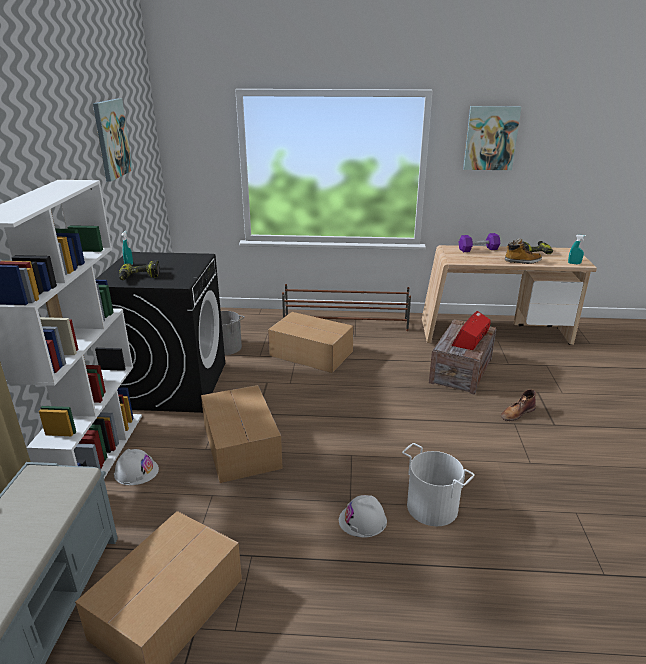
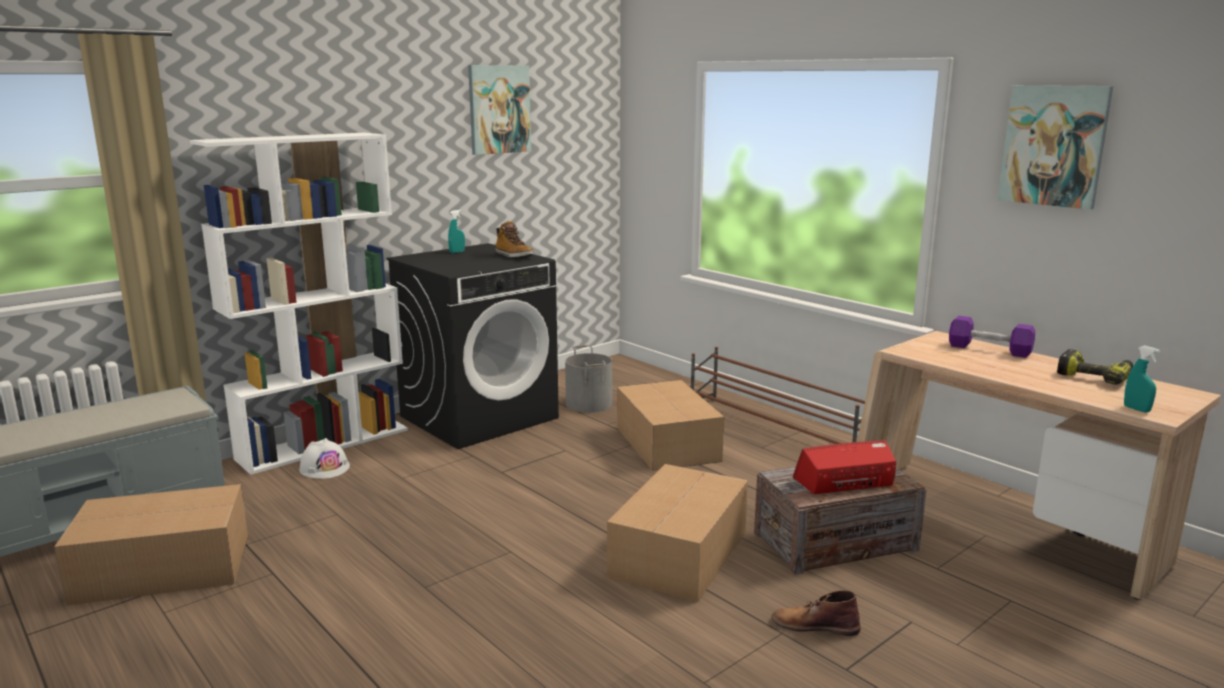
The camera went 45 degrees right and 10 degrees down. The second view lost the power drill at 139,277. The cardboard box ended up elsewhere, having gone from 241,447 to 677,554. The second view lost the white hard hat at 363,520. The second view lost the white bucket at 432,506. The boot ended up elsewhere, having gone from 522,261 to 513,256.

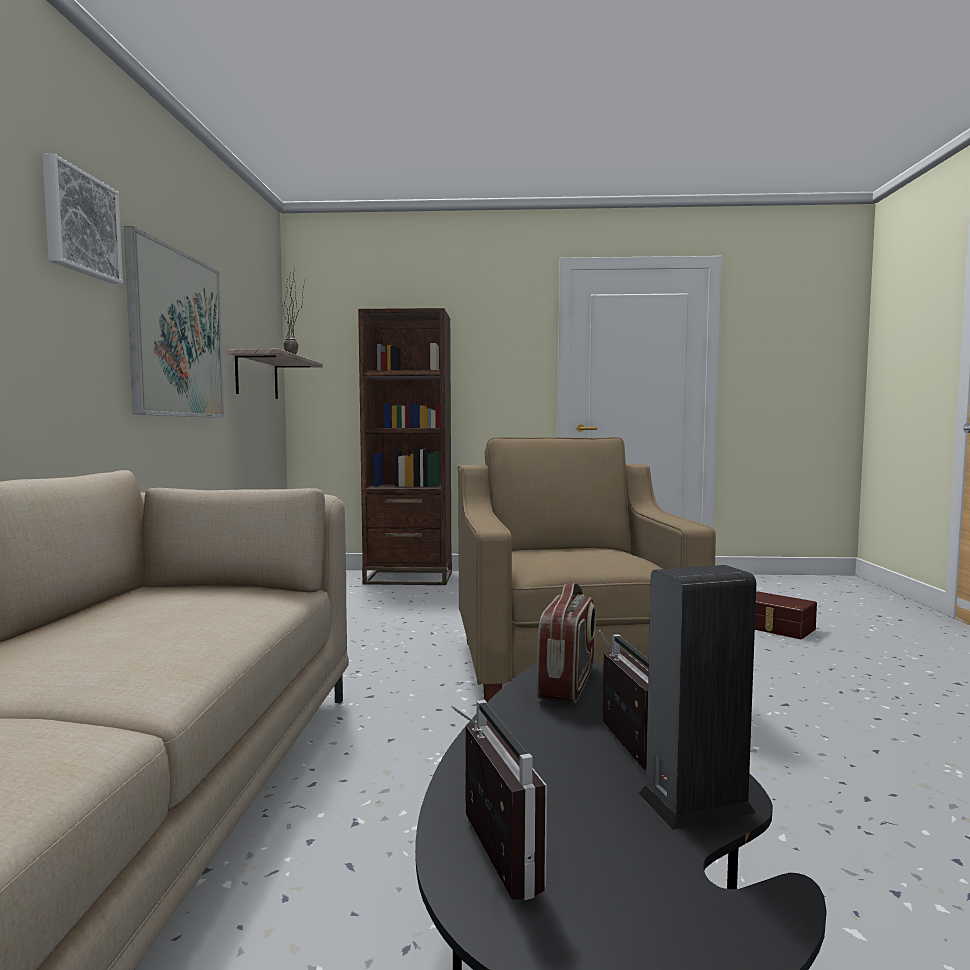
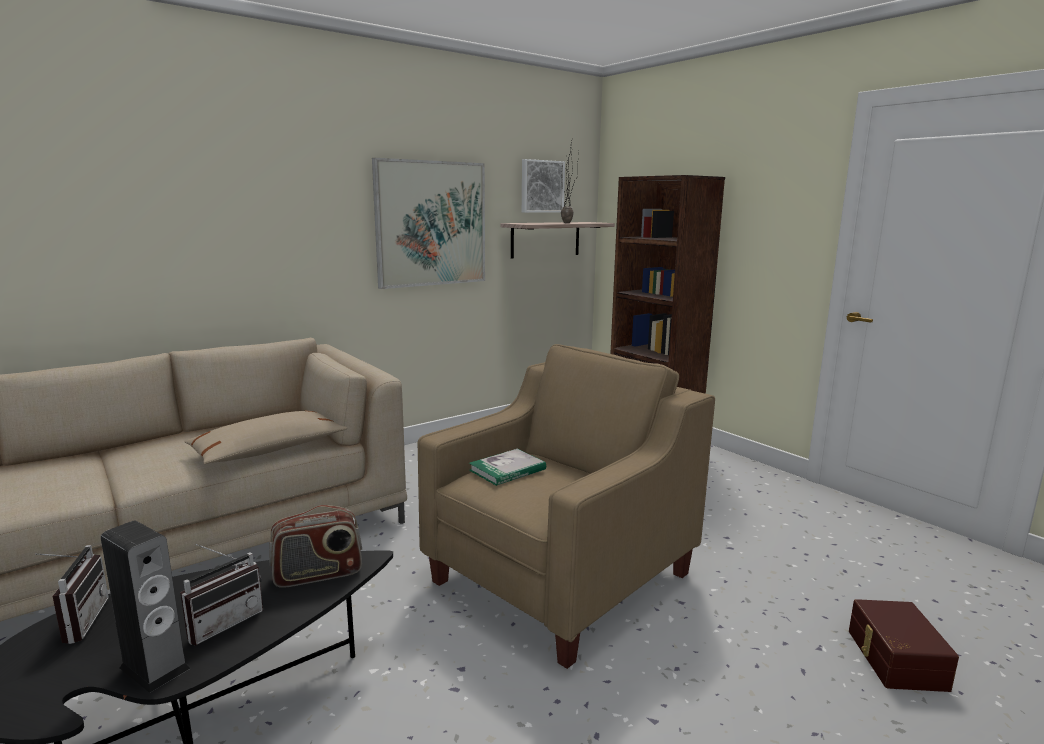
The camera went 50 degrees right and 10 degrees up. The picture ended up elsewhere, having gone from 80,224 to 541,186. The radio at 484,855 ended up facing another way, 45 degrees counterclockwise from before. The second view gained the beige pillow at 268,450. The second view gained the book at 507,470.

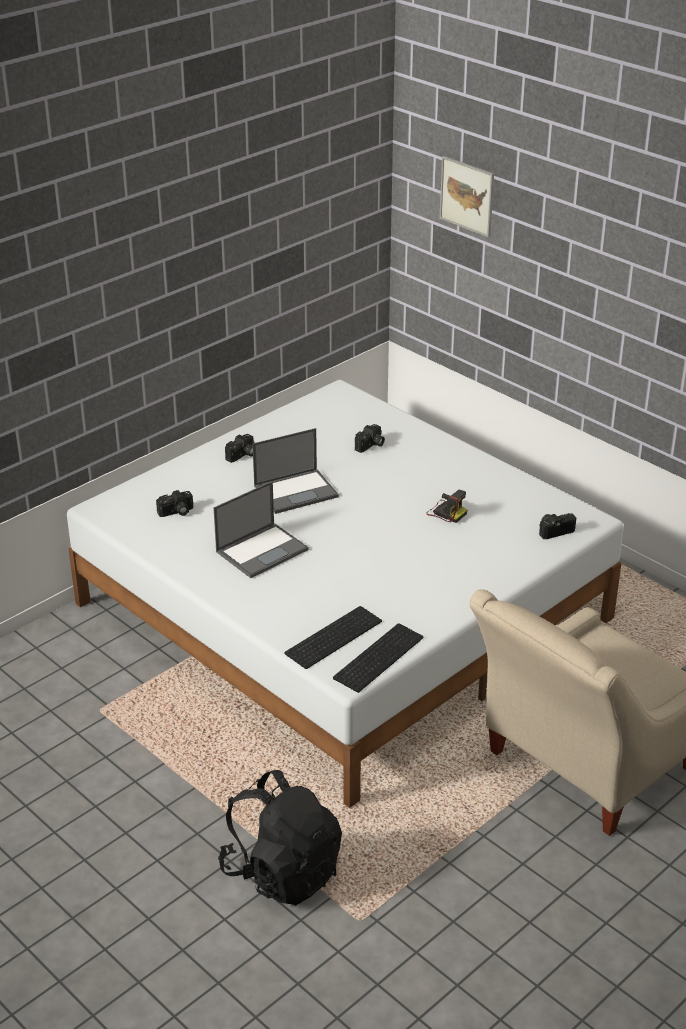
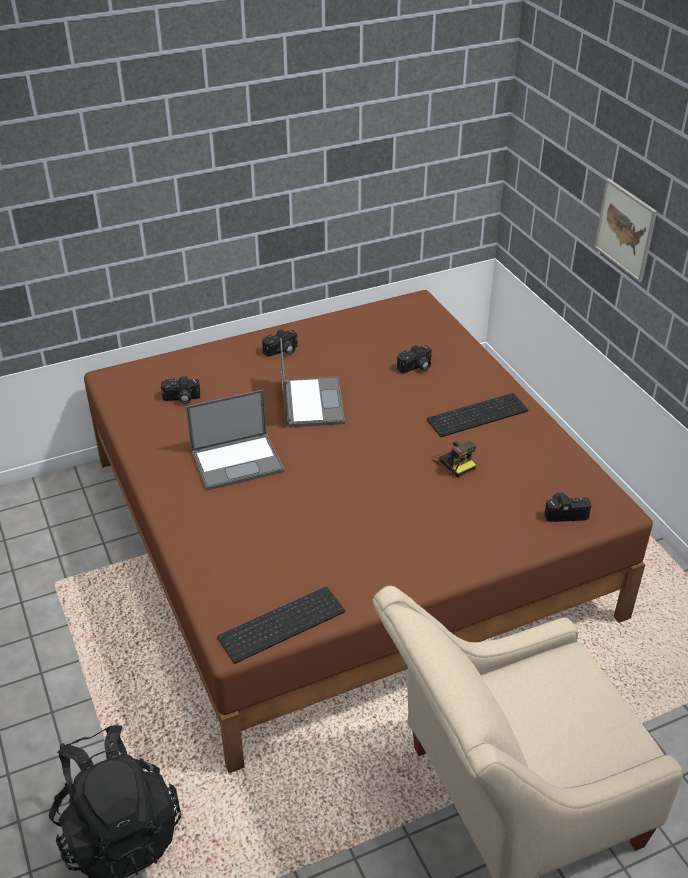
The camera went 20 degrees right and 5 degrees up. What was the white bed at 344,611 turned into the brown bed at 345,535. The laptop at 296,491 ended up facing another way, 90 degrees counterclockwise from before. The keyboard ended up elsewhere, having gone from 333,636 to 477,414. The picture ended up elsewhere, having gone from 467,196 to 625,229.

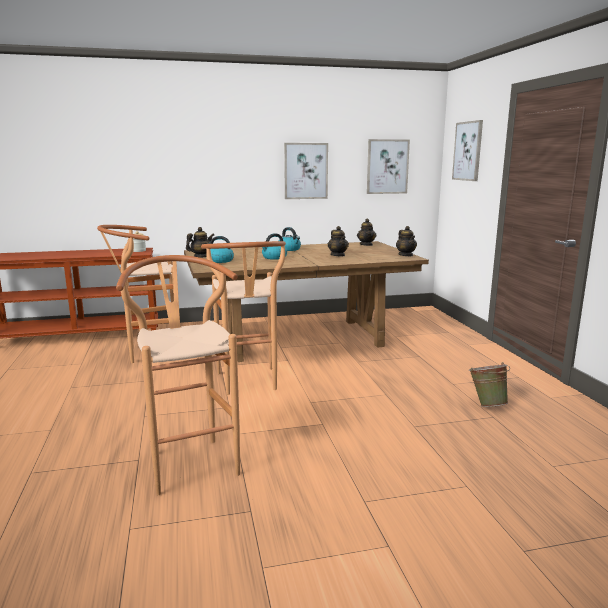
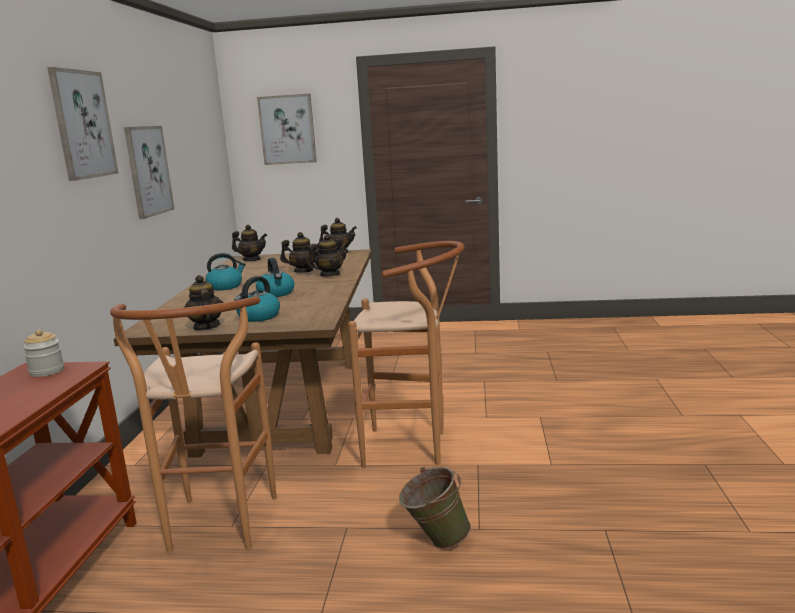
The camera went 70 degrees left and 0 degrees up. The second view lost the brown stool at 189,460. The picture ended up elsewhere, having gone from 387,166 to 82,124. The green bucket ended up elsewhere, having gone from 487,404 to 435,541. The second view gained the teapot at 329,275.

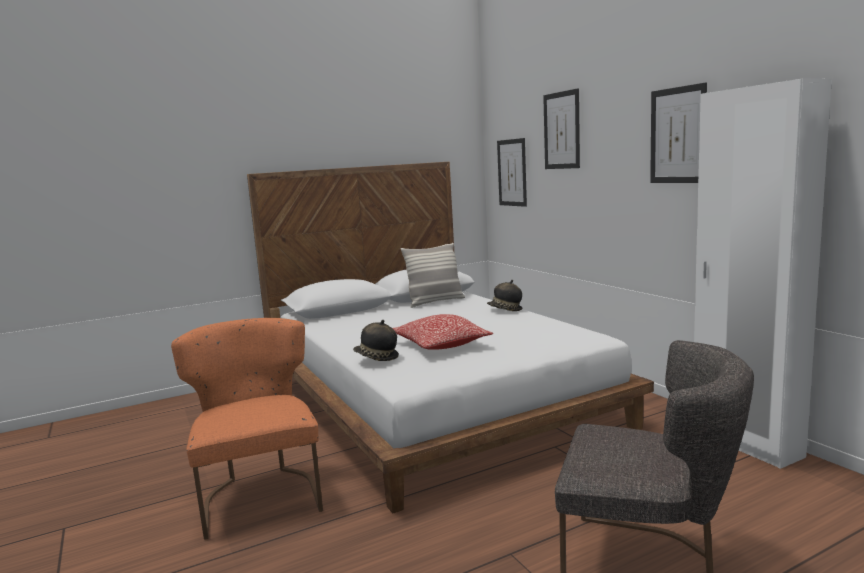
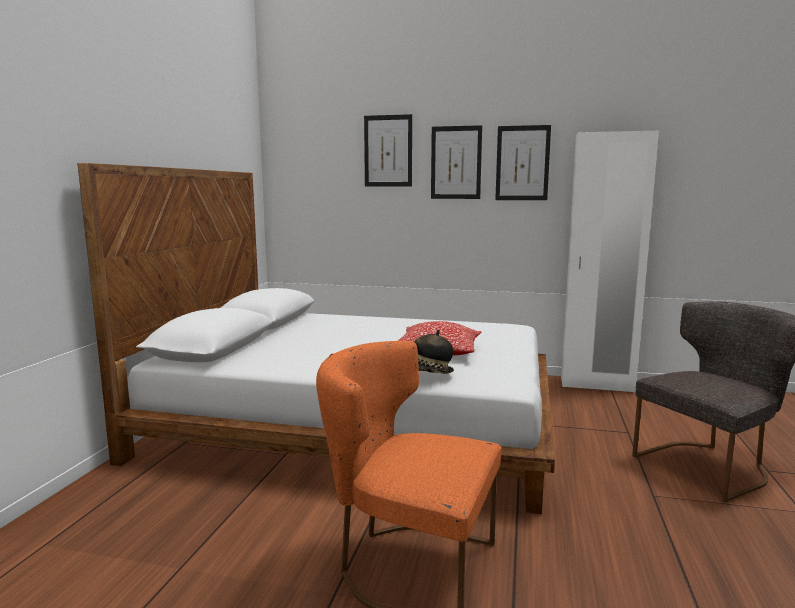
The camera went 50 degrees left and 0 degrees up. The second view lost the pillow at 435,302. The second view lost the hat at 505,310. The picture ended up elsewhere, having gone from 512,172 to 456,162.

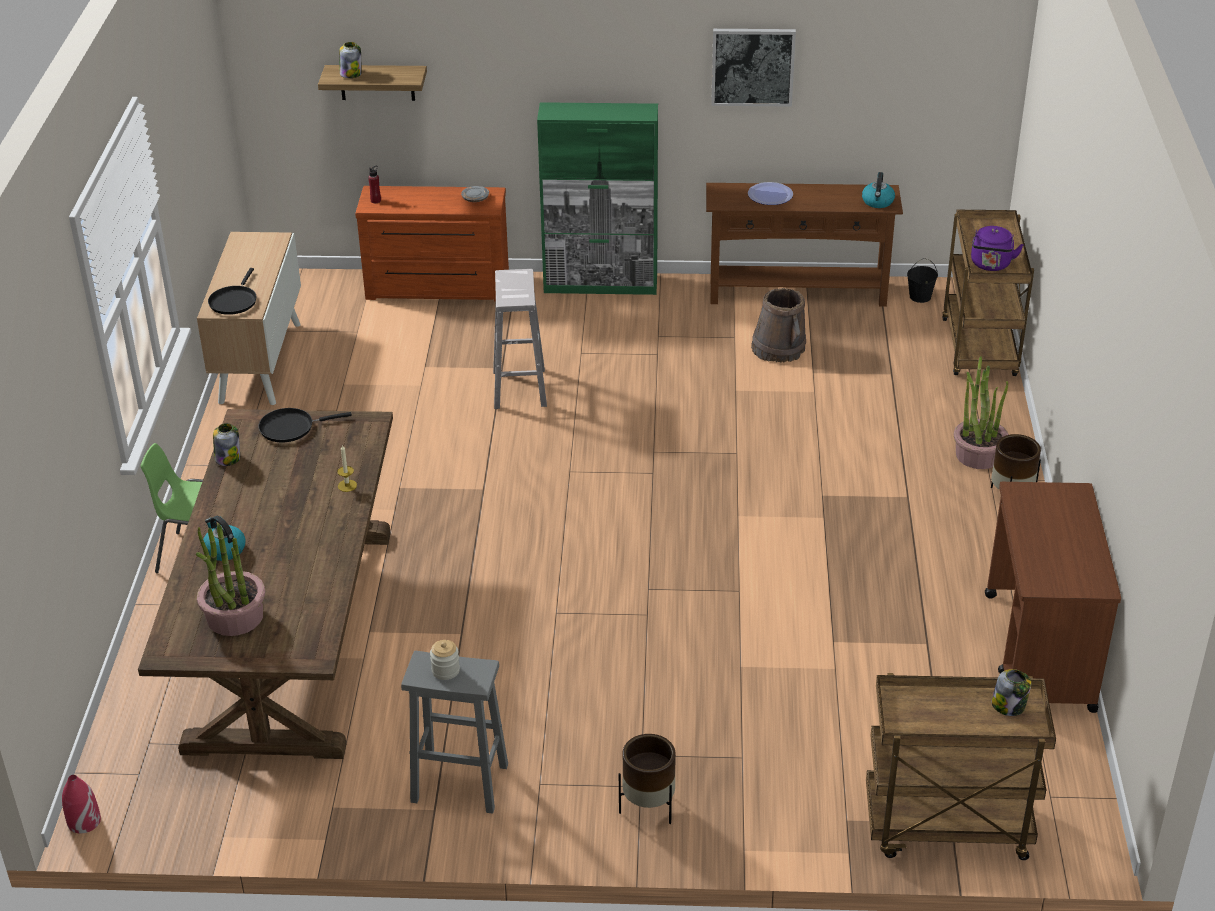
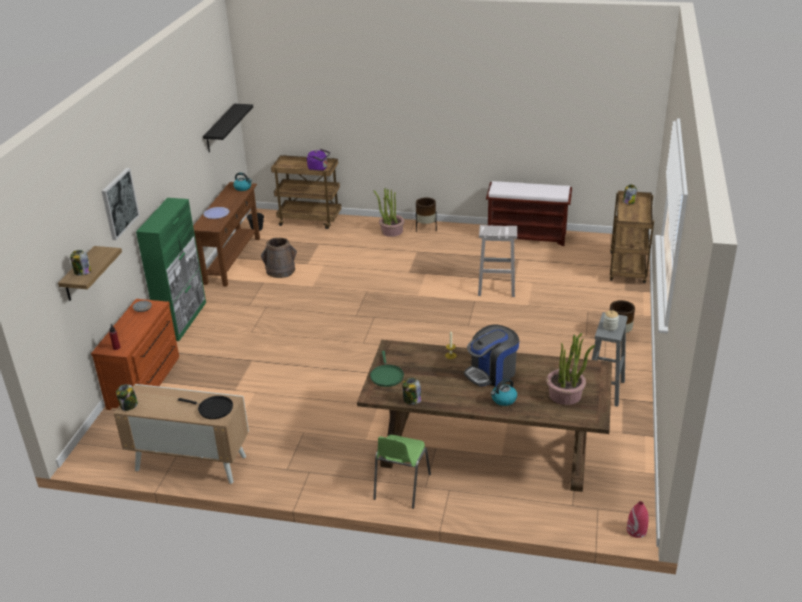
The camera went 80 degrees left and 5 degrees down. What was the black frying pan at 291,427 turned into the green frying pan at 386,376. The white stool ended up elsewhere, having gone from 519,387 to 495,289. The picture ended up elsewhere, having gone from 752,66 to 119,203. Where the brown cart stood at 1039,652, the brown bench came to stand at 527,236. The second view gained the jar at 129,406. The second view gained the black shelf at 220,128. The second view gained the coffee machine at 491,373.

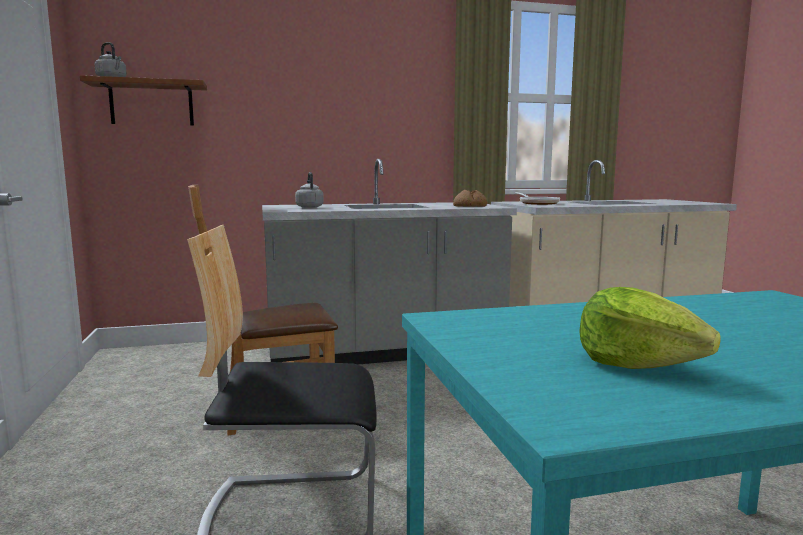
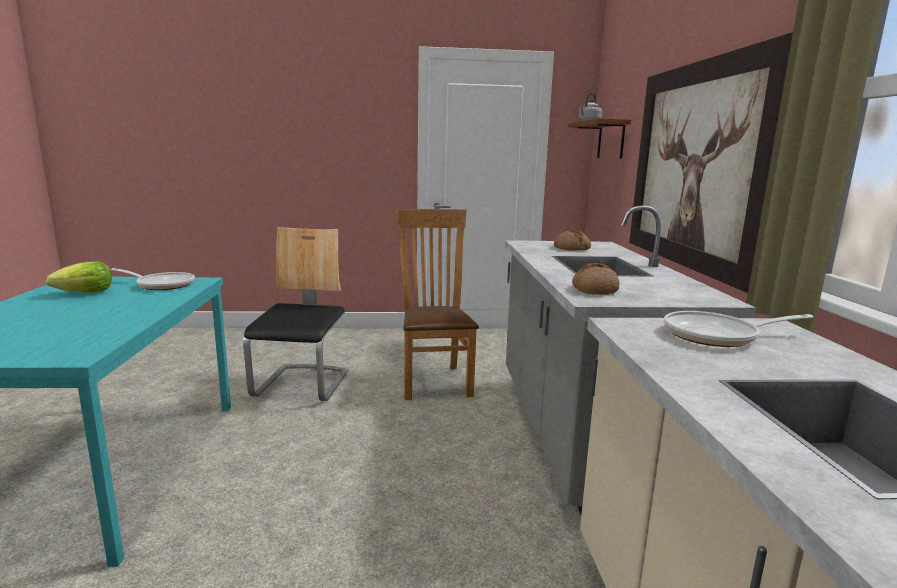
The camera went 100 degrees right and 5 degrees up. Where the grey kettle stood at 309,207, the bread came to stand at 571,248. The second view gained the frying pan at 162,285. The second view gained the picture at 695,166.

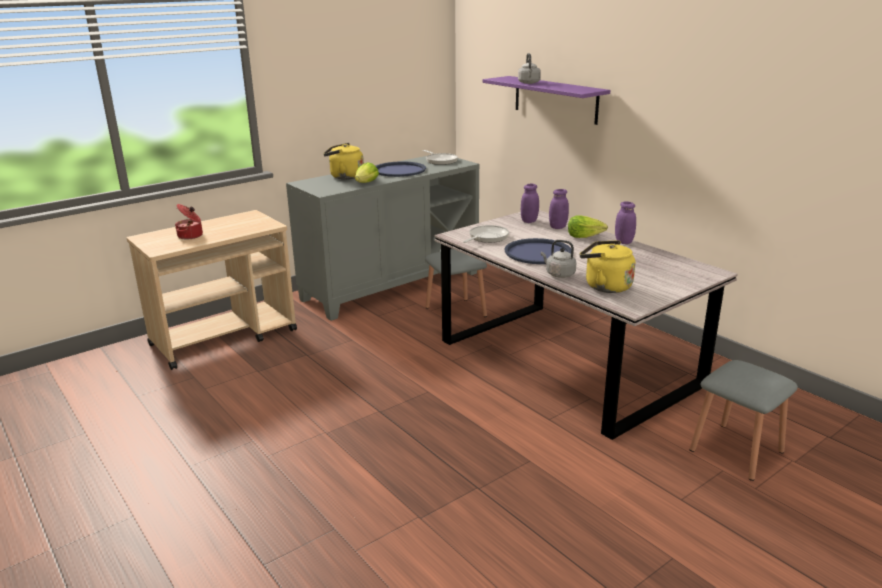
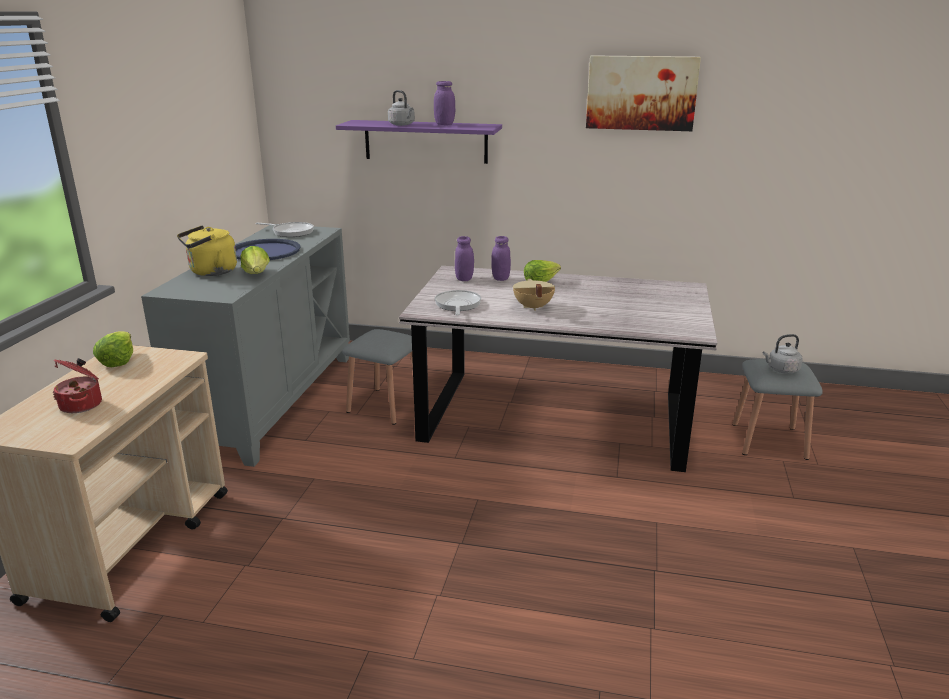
The camera went 40 degrees left and 0 degrees up. Where the blue tray stood at 538,252, the beige cooking pot came to stand at 532,307. The grey kettle ended up elsewhere, having gone from 558,274 to 781,370. The second view lost the yellow kettle at 605,286. The purple jar ended up elsewhere, having gone from 624,242 to 444,124. The second view gained the lettuce at 118,361. The second view gained the picture at 641,93.

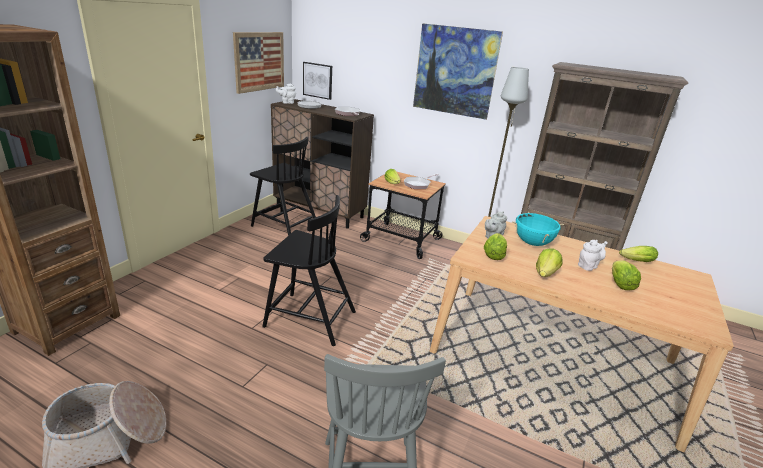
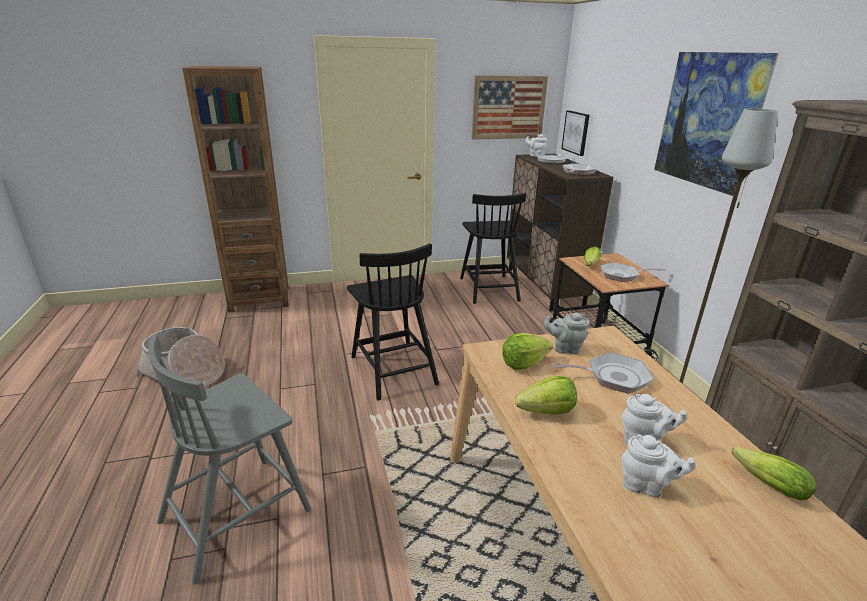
The camera went 50 degrees right and 0 degrees up. Where the turquoise cooking pot stood at 532,243, the frying pan came to stand at 612,377. Where the lettuce stood at 620,284, the white teapot came to stand at 646,486.

